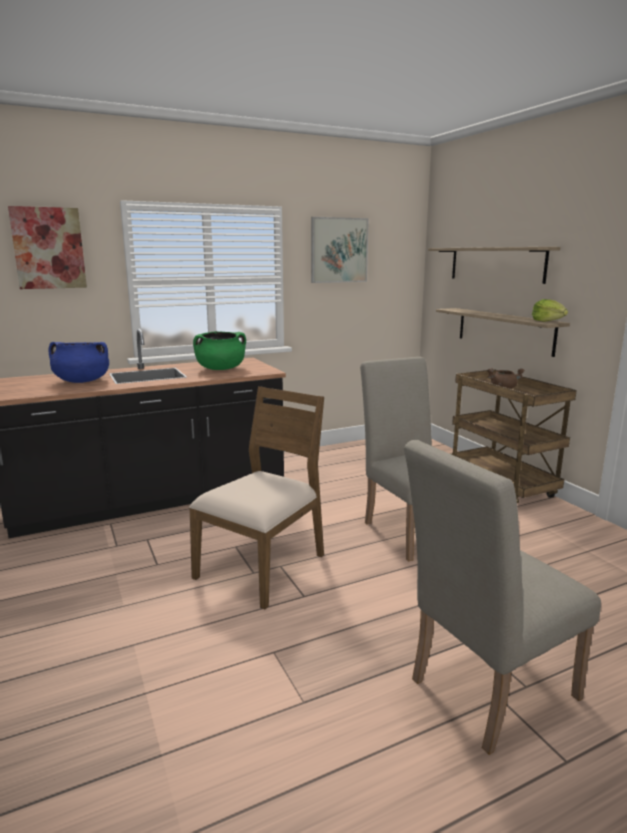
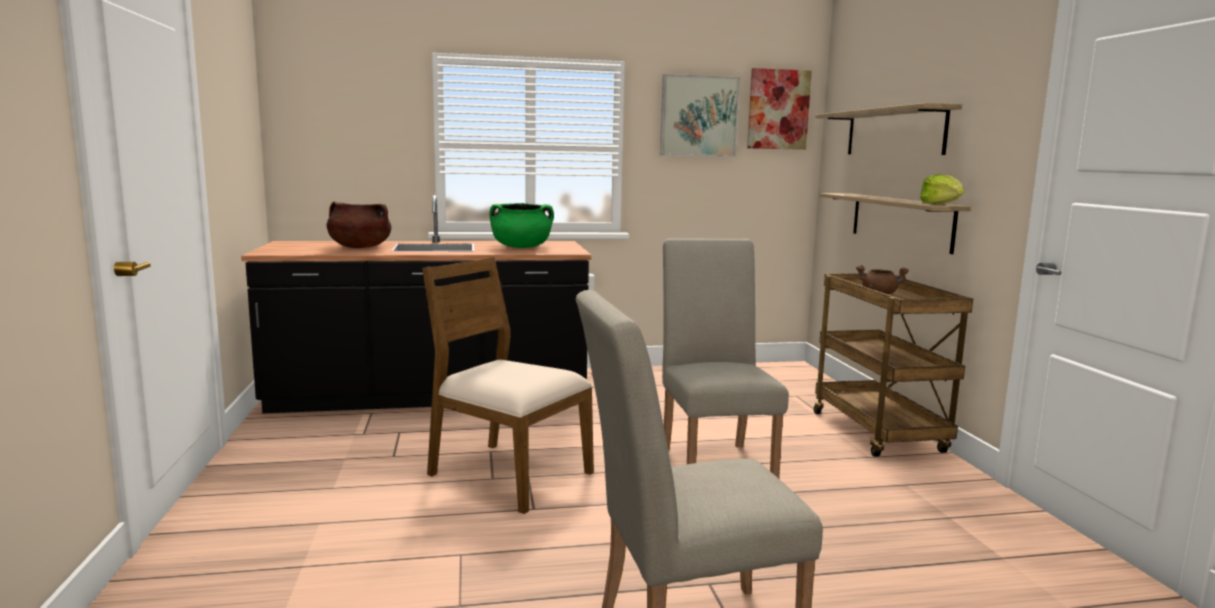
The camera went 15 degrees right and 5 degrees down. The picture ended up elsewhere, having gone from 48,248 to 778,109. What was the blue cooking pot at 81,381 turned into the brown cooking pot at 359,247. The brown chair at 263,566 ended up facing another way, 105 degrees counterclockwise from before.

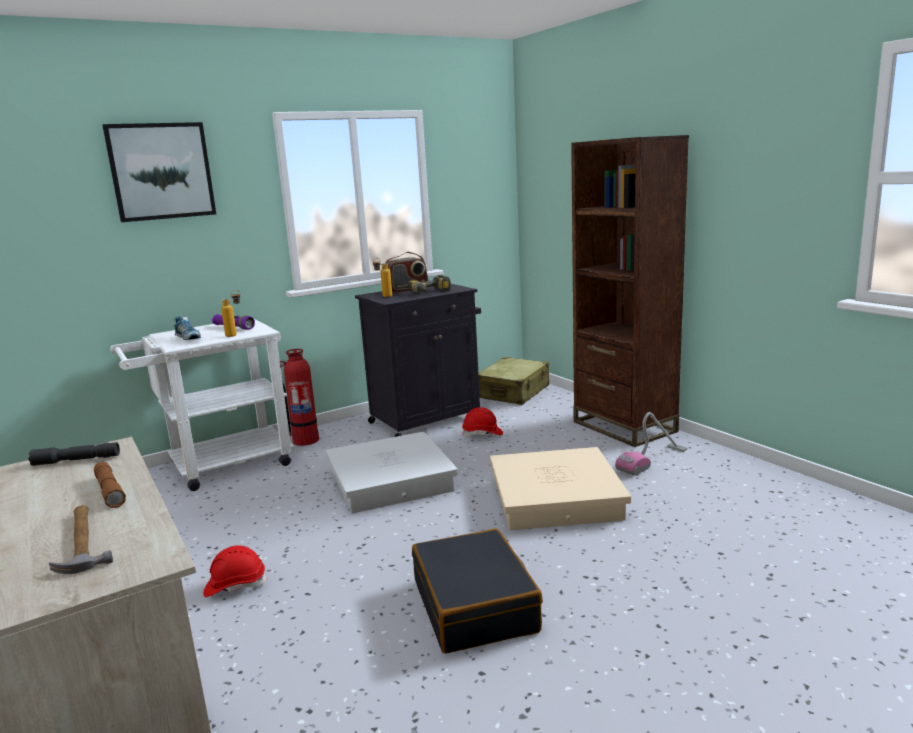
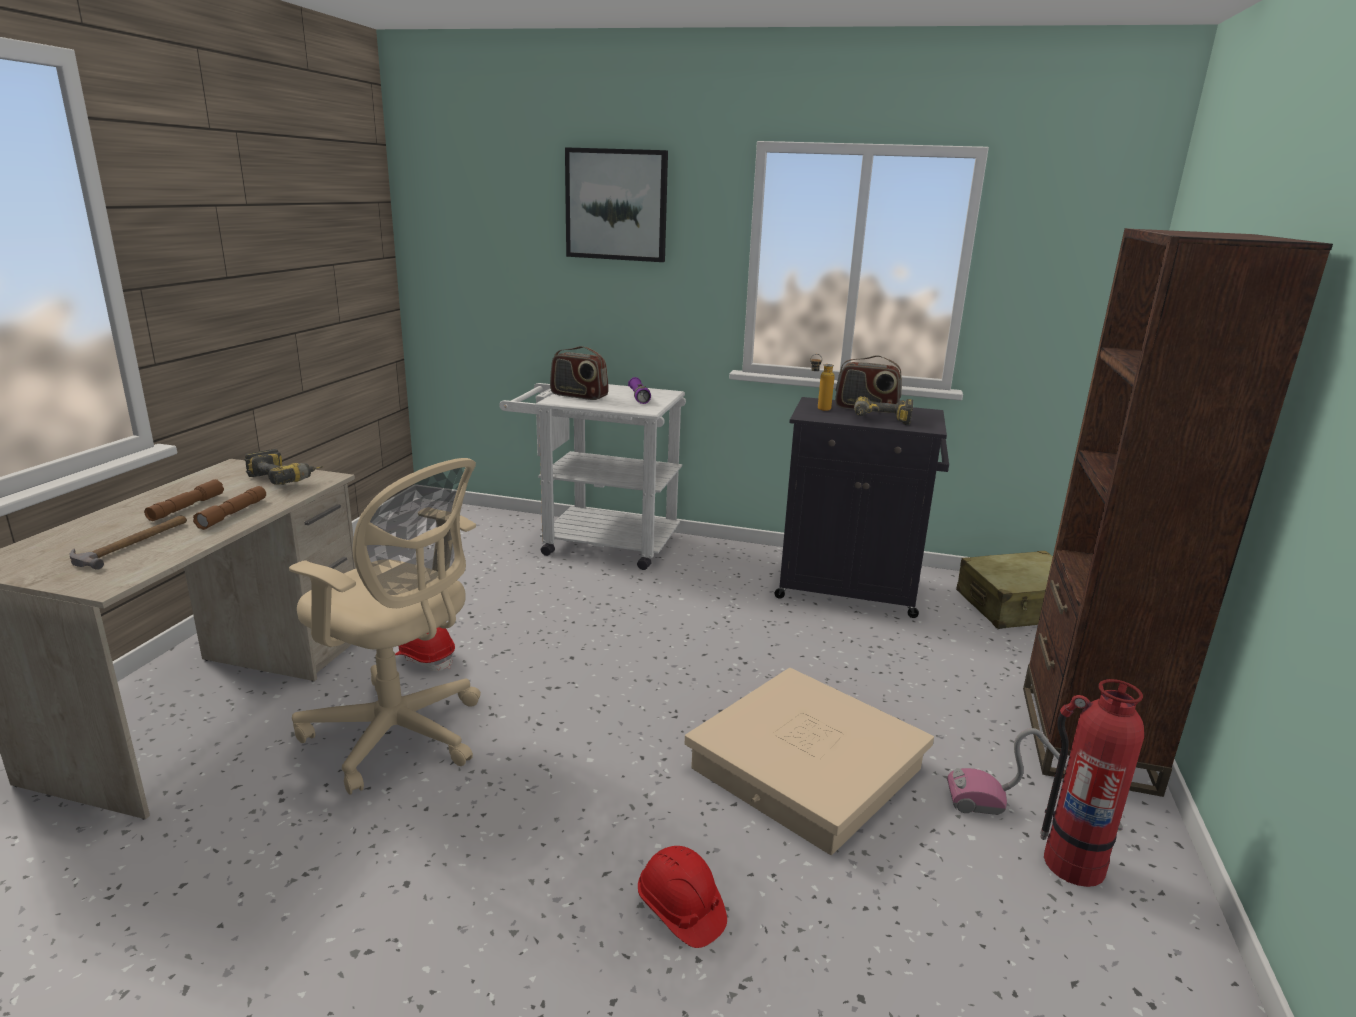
The camera went 45 degrees right and 5 degrees up. Where the grey flashlight stood at 76,460, the power drill came to stand at 287,479. Where the shoe stood at 188,338, the radio came to stand at 579,395. The second view lost the bottle at 235,335. The fire extinguisher ended up elsewhere, having gone from 305,440 to 1072,863. The second view lost the white storage box at 389,481. The second view lost the black suitcase at 475,606. The red hard hat ended up elsewhere, having gone from 482,434 to 680,910. The second view gained the brown flashlight at 186,507. The second view gained the beige office chair at 400,736.

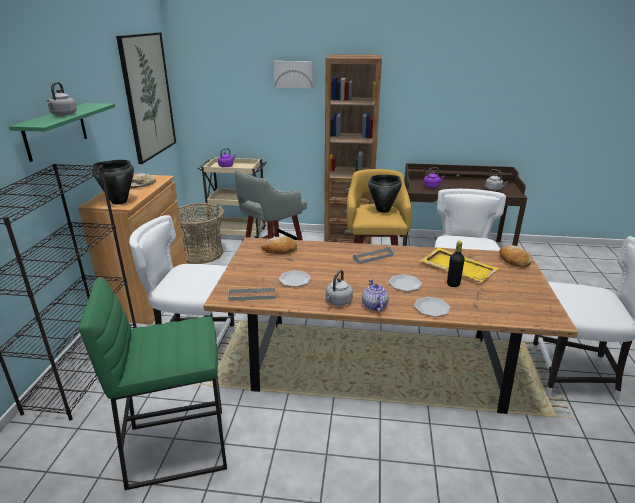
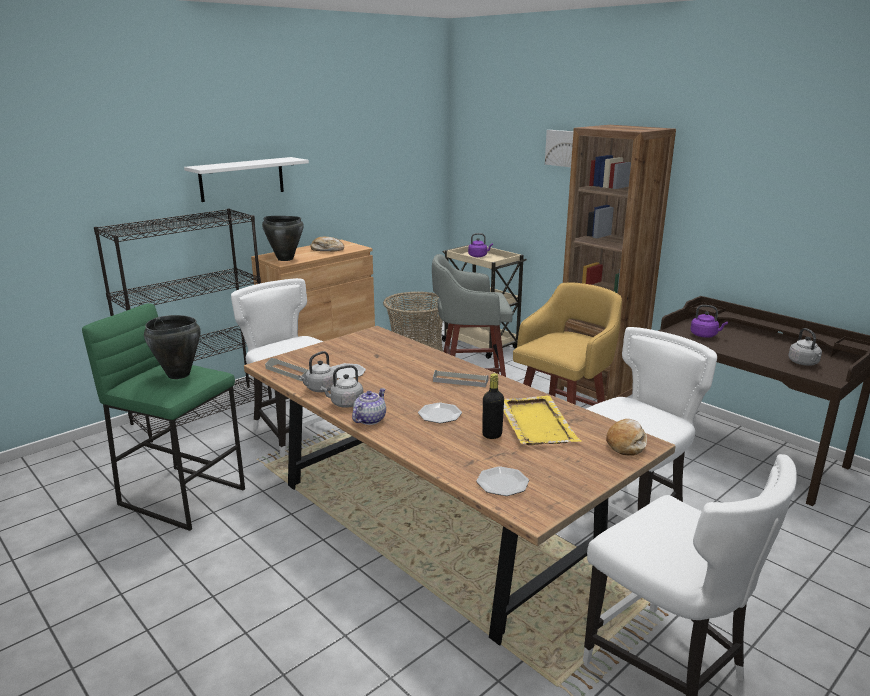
The camera went 40 degrees right and 5 degrees down. What was the green shelf at 56,131 turned into the white shelf at 242,179. The grey kettle ended up elsewhere, having gone from 63,114 to 320,389. The second view lost the picture at 148,96. The second view lost the bread at 280,250. The black cooking pot ended up elsewhere, having gone from 383,210 to 178,375. The plate ended up elsewhere, having gone from 431,308 to 503,483.

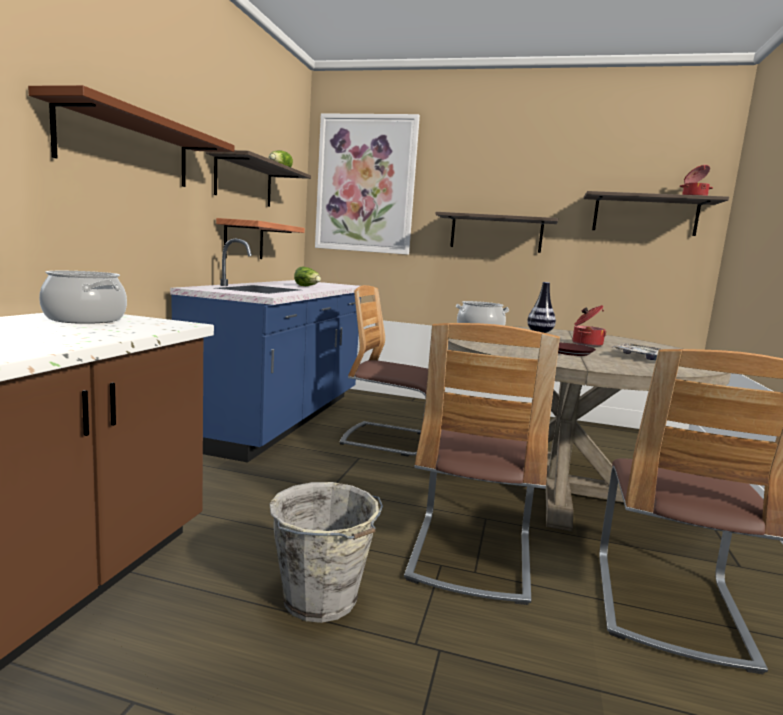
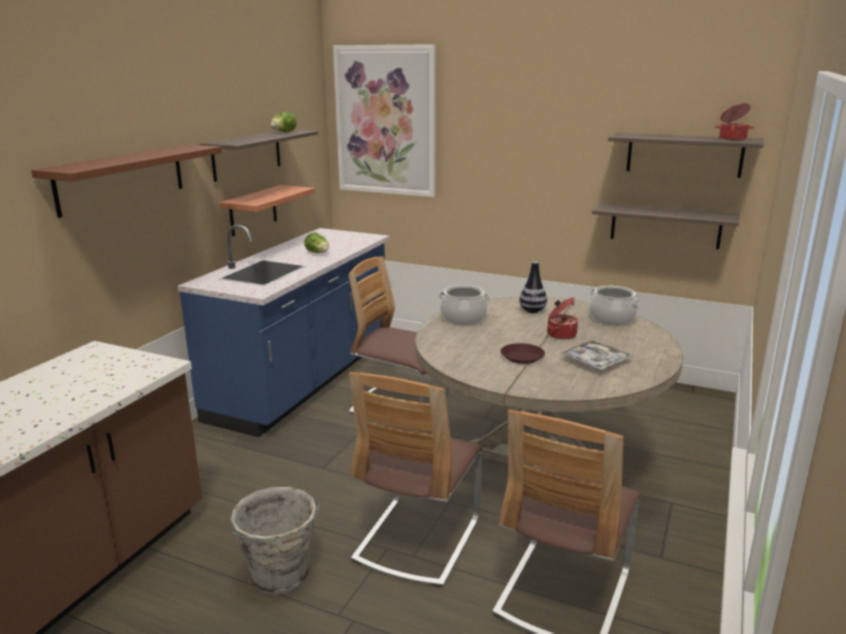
The camera went 10 degrees right and 10 degrees up. The cooking pot ended up elsewhere, having gone from 86,319 to 612,319. The shelf ended up elsewhere, having gone from 496,233 to 665,225.

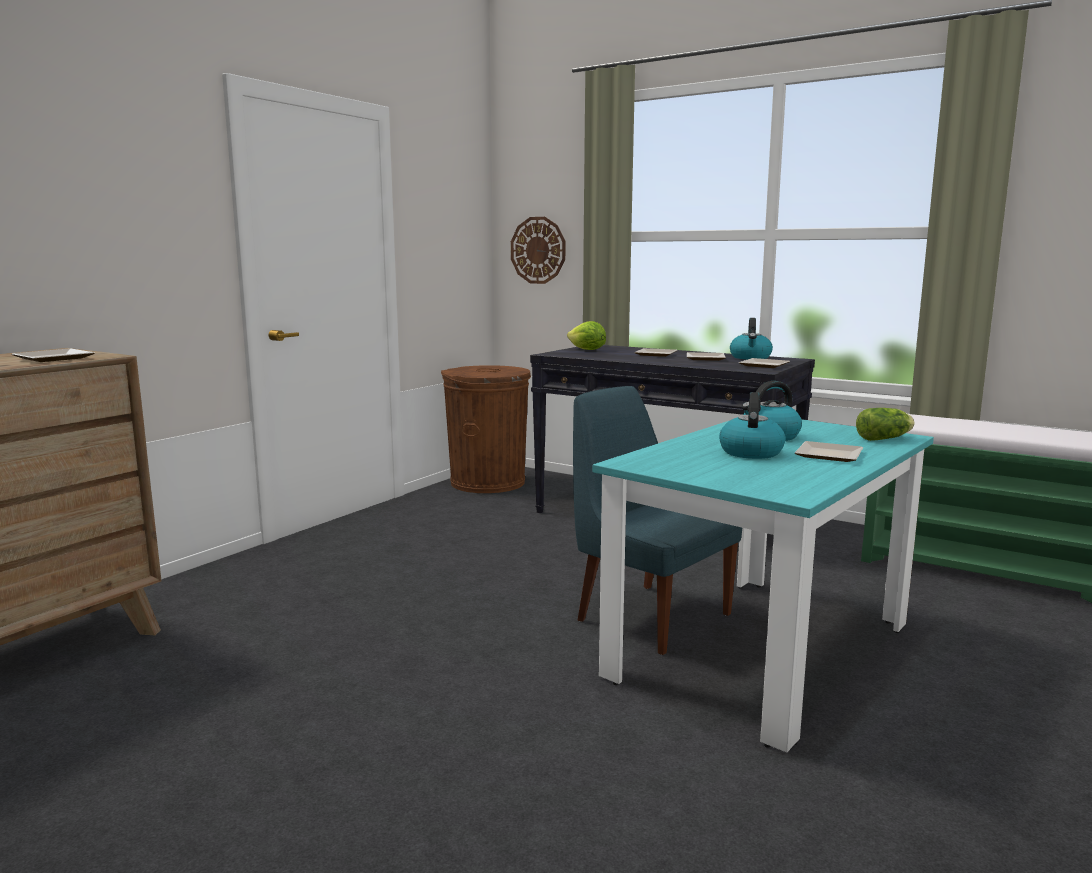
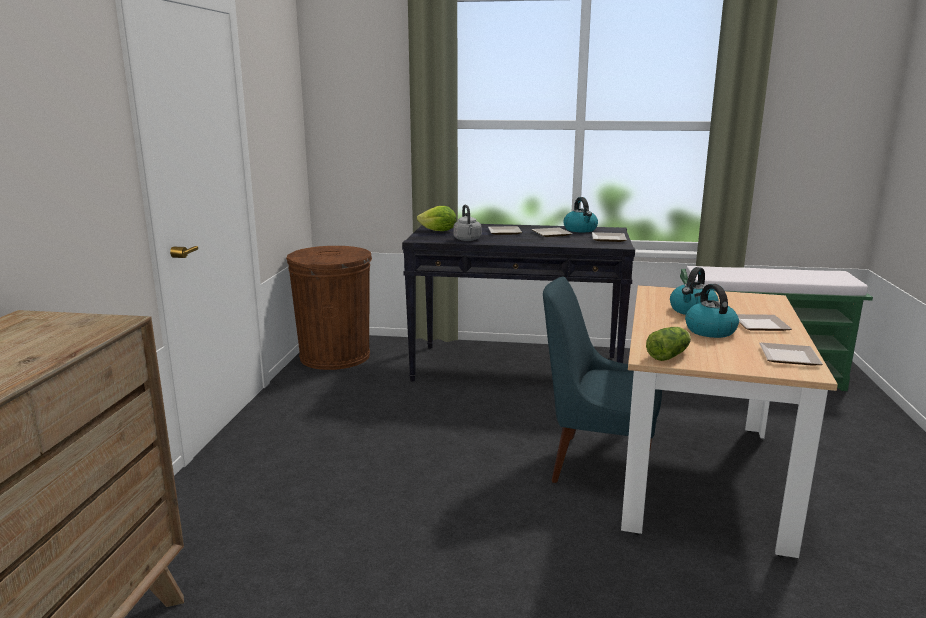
The camera went 25 degrees left and 5 degrees up. The plate ended up elsewhere, having gone from 51,358 to 787,358. The second view lost the wall clock at 538,250. What was the turquoise dining table at 762,650 turned into the beige dining table at 700,476. The lettuce ended up elsewhere, having gone from 885,438 to 669,355. The second view gained the grey kettle at 467,240.

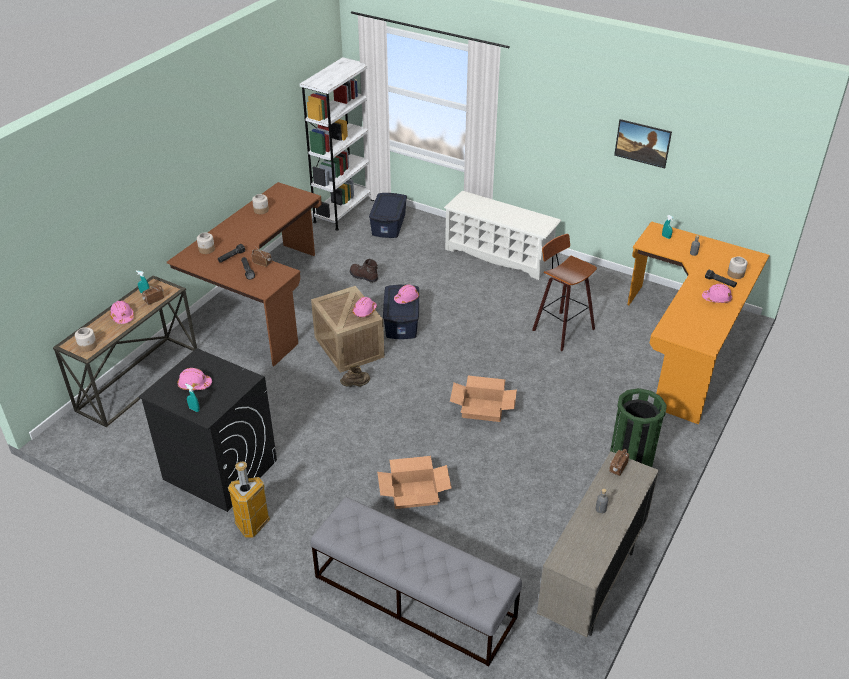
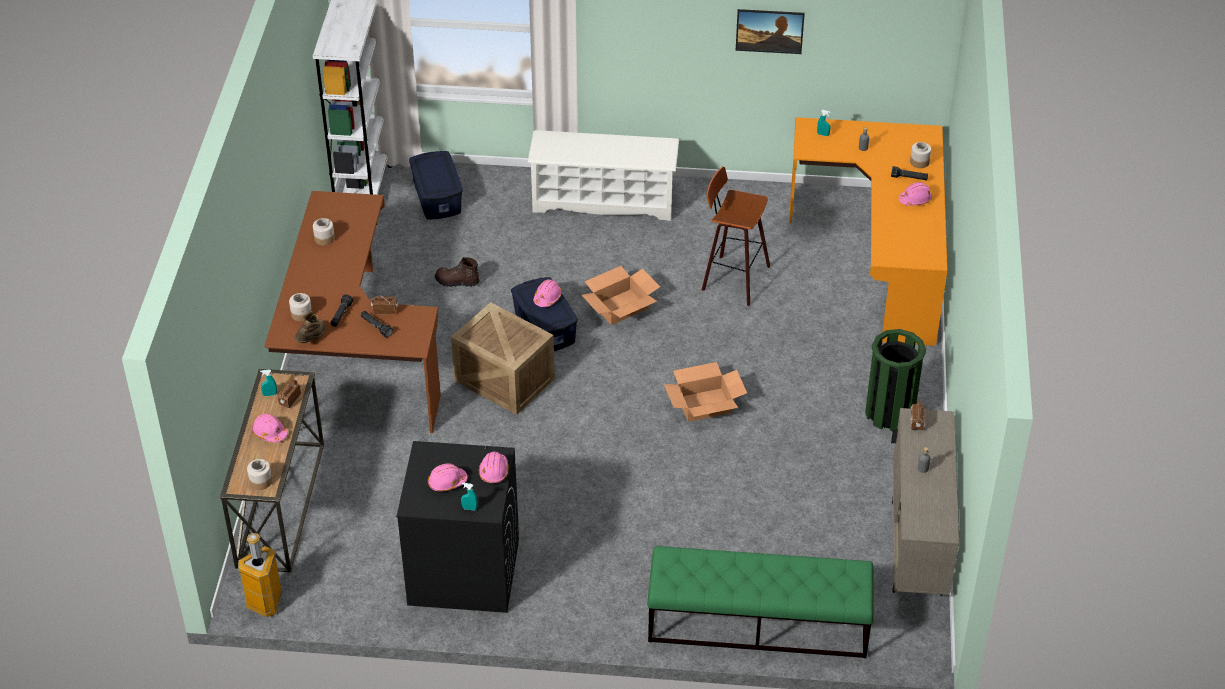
The camera went 25 degrees left and 5 degrees up. The trash can ended up elsewhere, having gone from 253,525 to 266,602. What was the grey bench at 413,597 turned into the green bench at 757,623. The brown boot ended up elsewhere, having gone from 356,385 to 312,339. The pink hard hat ended up elsewhere, having gone from 364,311 to 494,471. The cardboard box ended up elsewhere, having gone from 414,494 to 620,307.

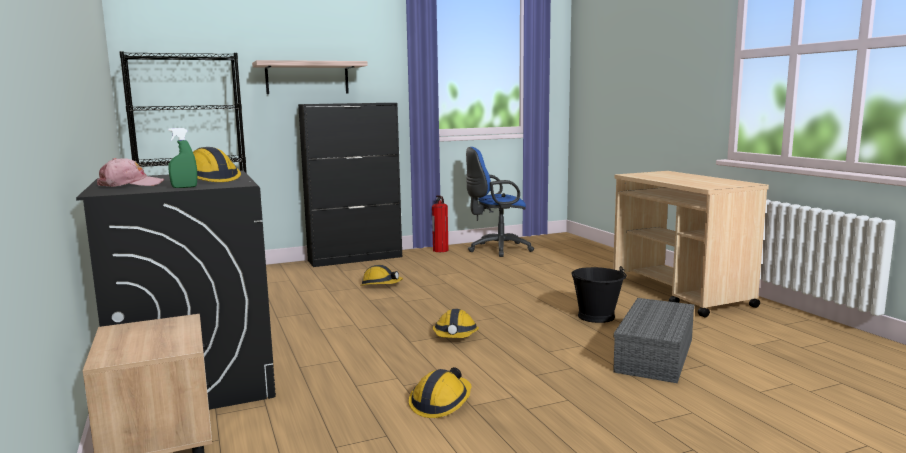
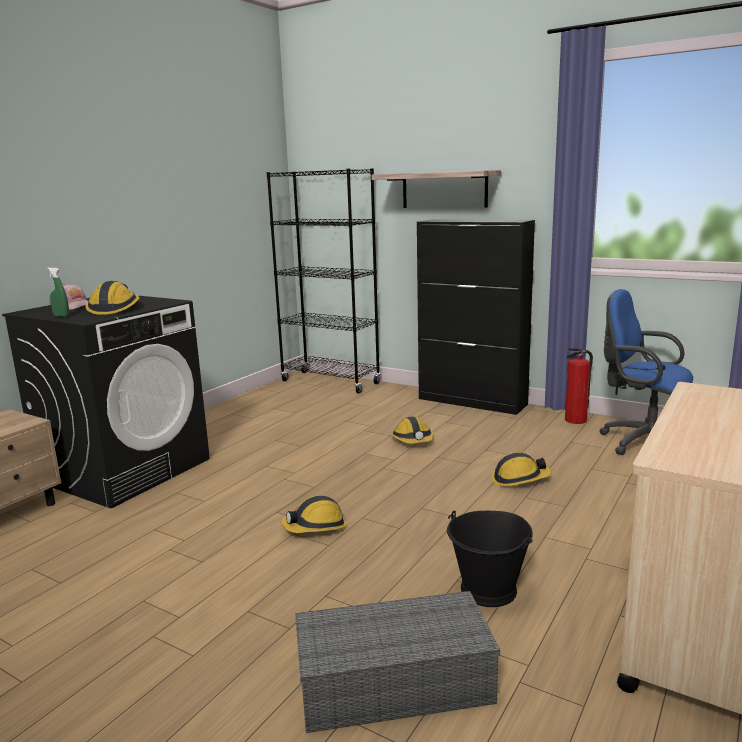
The camera went 55 degrees right and 5 degrees up. The hard hat ended up elsewhere, having gone from 441,402 to 519,479.

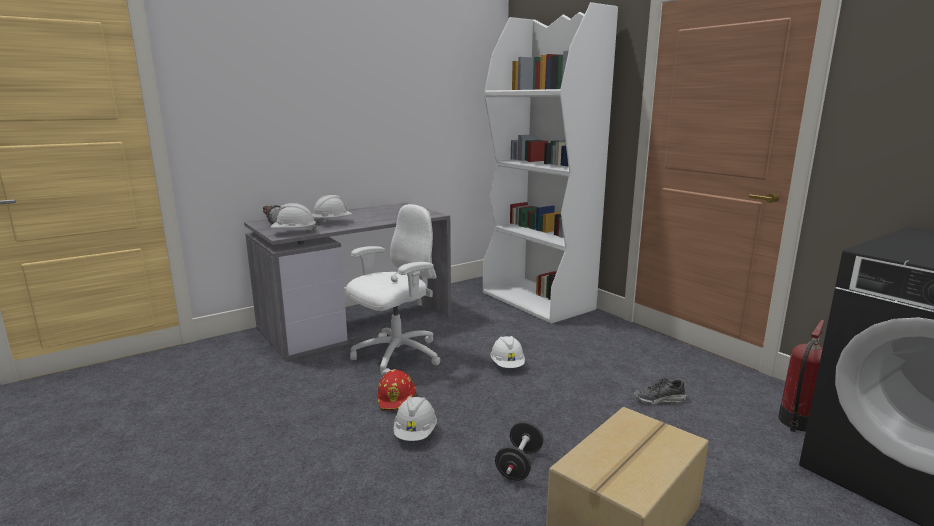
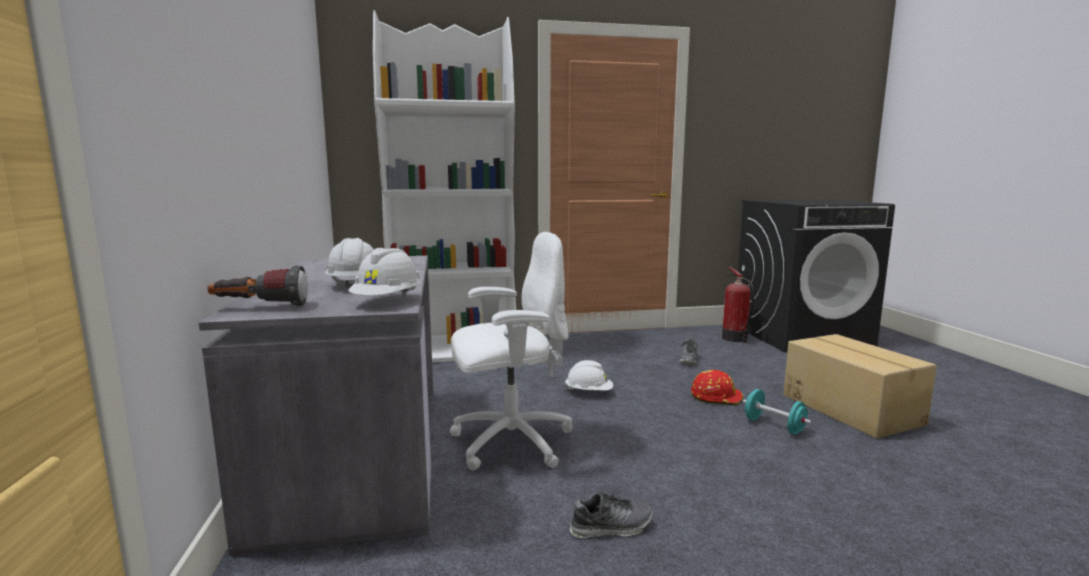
The camera went 65 degrees left and 5 degrees down. The white office chair at 396,356 ended up facing another way, 90 degrees clockwise from before. The red hard hat ended up elsewhere, having gone from 397,399 to 716,397. The second view lost the white hard hat at 415,433. What was the black dumbbell at 519,465 turned into the turquoise dumbbell at 774,426. The second view gained the shoe at 611,527.

